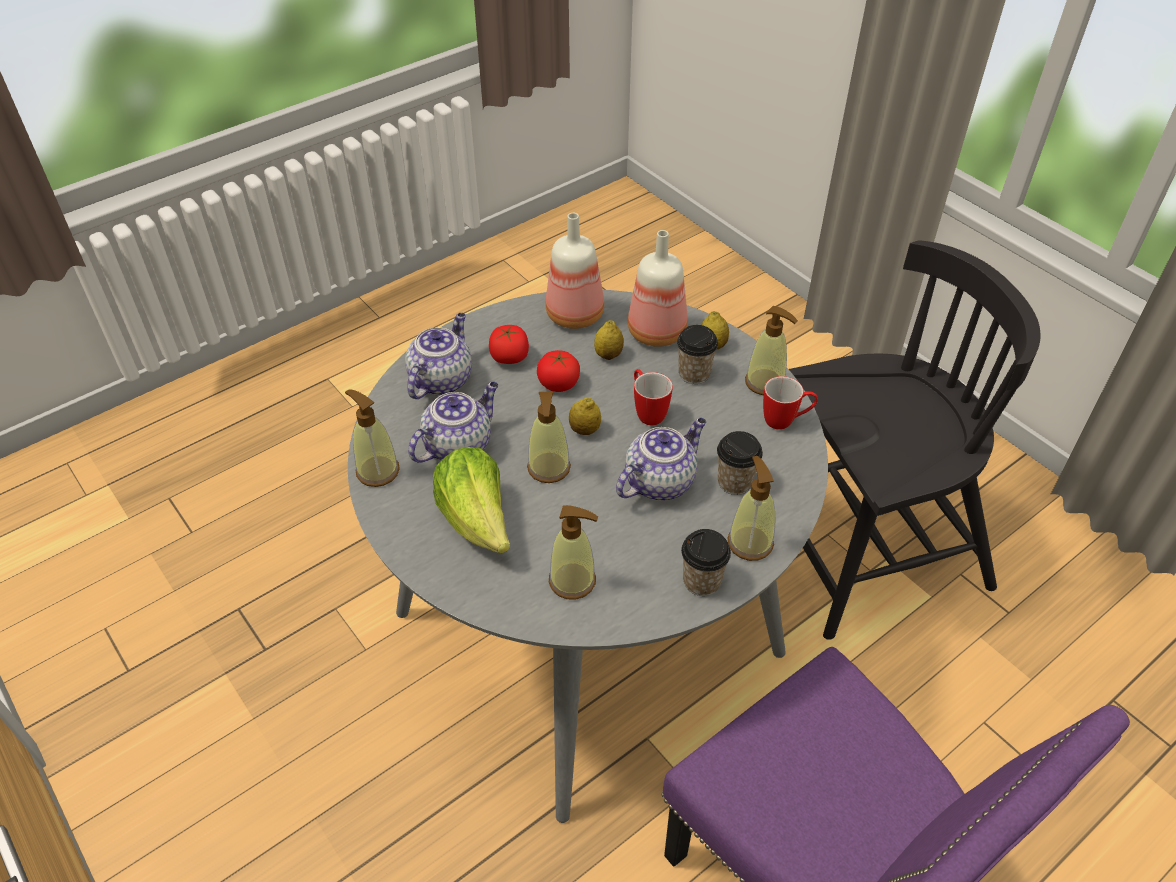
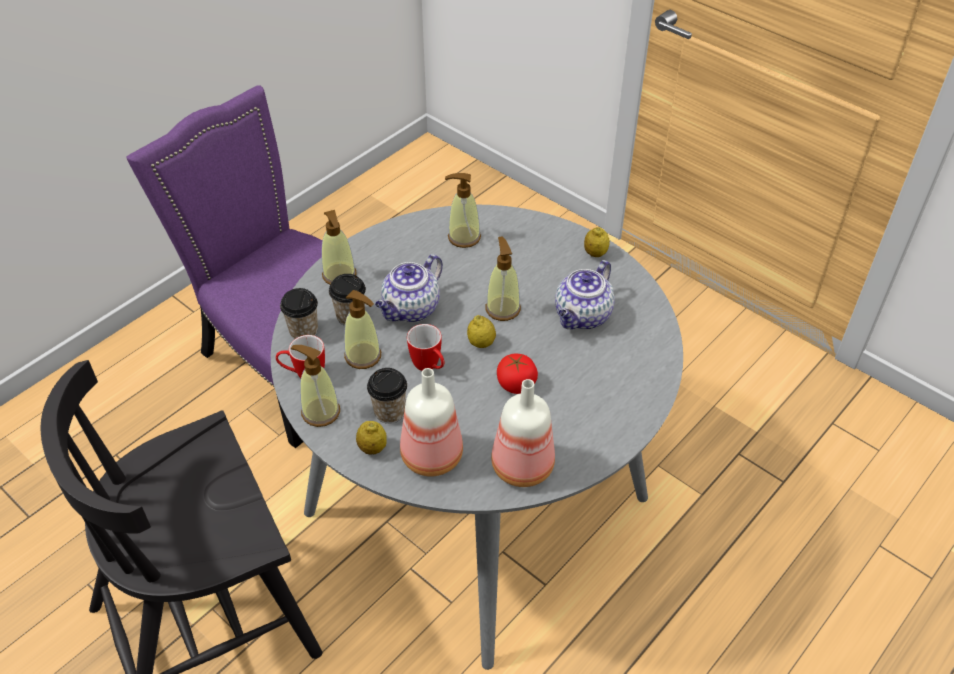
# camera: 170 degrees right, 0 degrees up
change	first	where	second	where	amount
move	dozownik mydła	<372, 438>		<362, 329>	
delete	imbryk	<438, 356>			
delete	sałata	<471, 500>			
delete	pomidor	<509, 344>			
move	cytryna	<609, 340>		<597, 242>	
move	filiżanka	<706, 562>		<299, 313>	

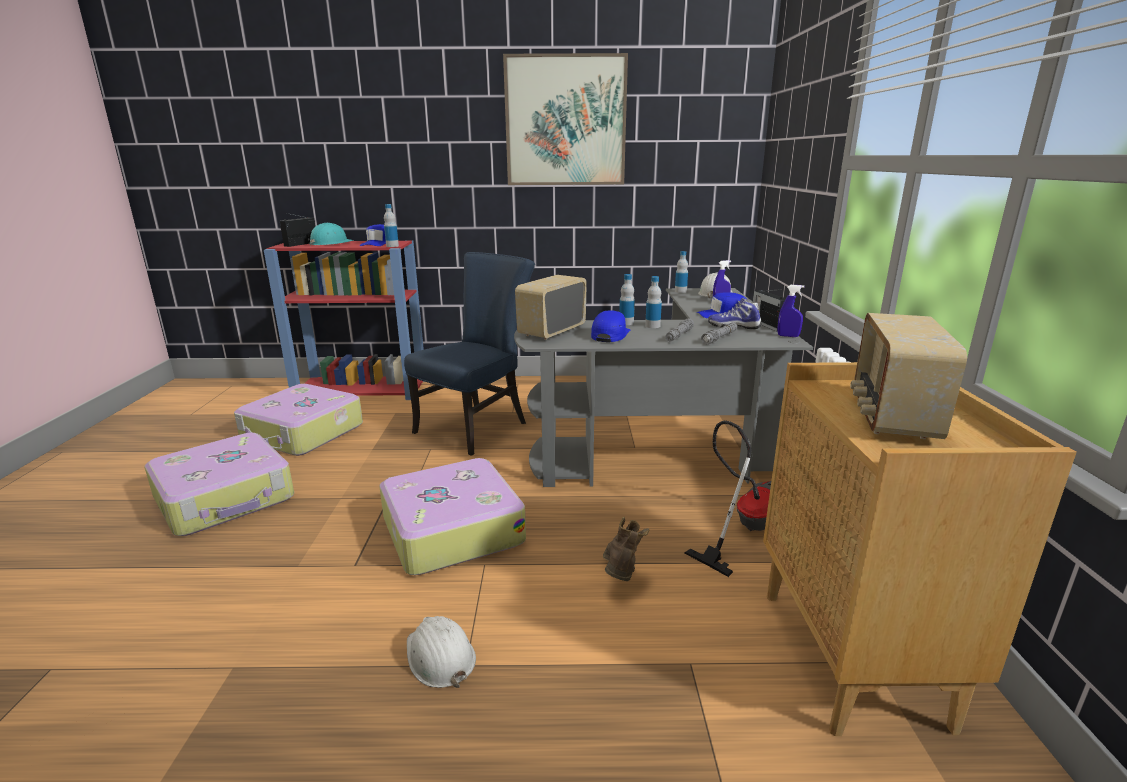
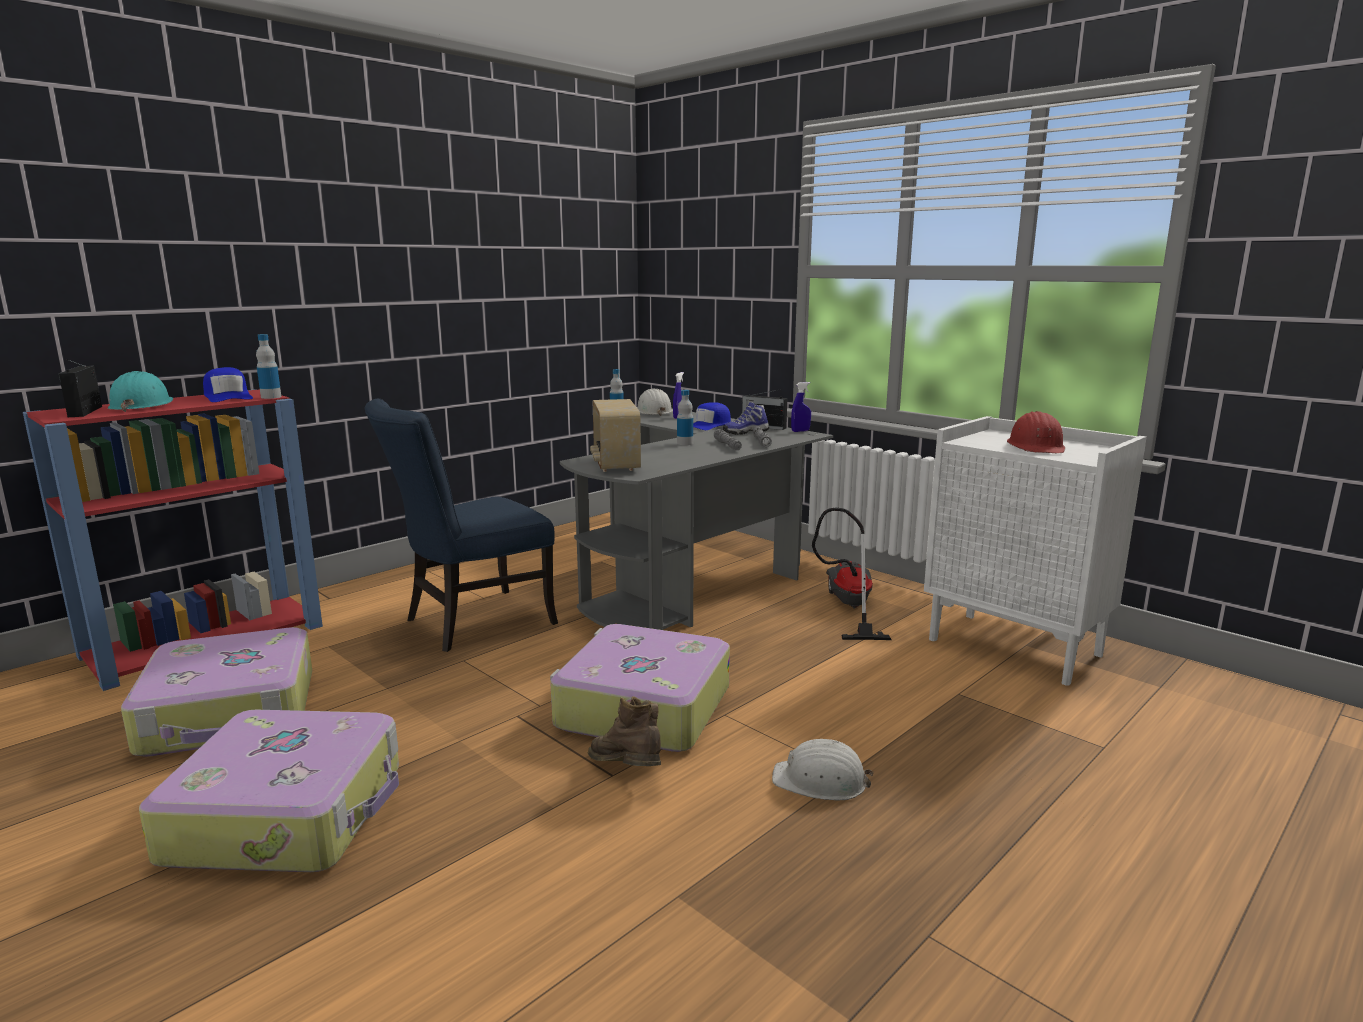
# camera: 45 degrees left, 5 degrees down
change	first	where	second	where	amount
rotate	krzesło (niebieski)	<469, 354>		<461, 525>	120 degrees counterclockwise
delete	obraz	<565, 119>			
delete	czapka z daszkiem (niebieski)	<610, 326>			
move	but z cholewką (brązowy)	<626, 549>		<624, 731>	
delete	butelka	<627, 299>			
recolor	szafka (brązowy)	<920, 549>	szafka (biały)	<1035, 551>	
replace	radio	<908, 376>	kask (czerwony)	<1036, 432>	

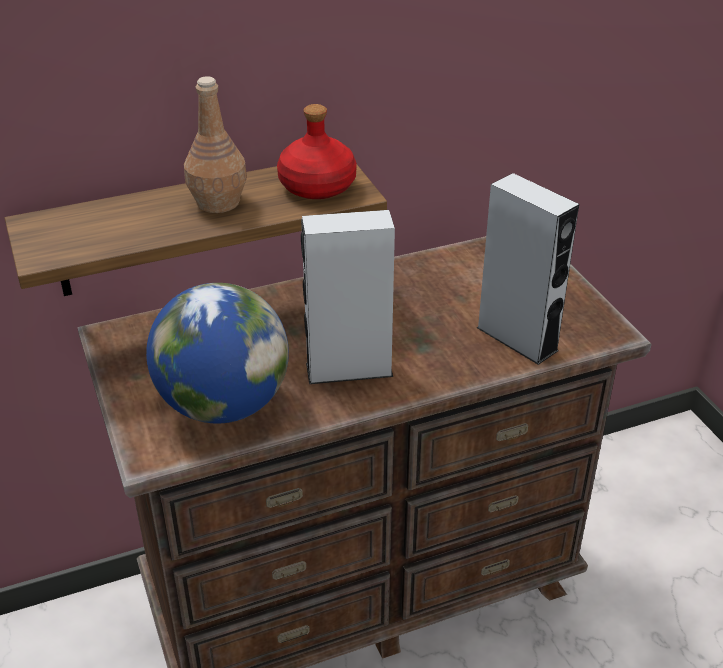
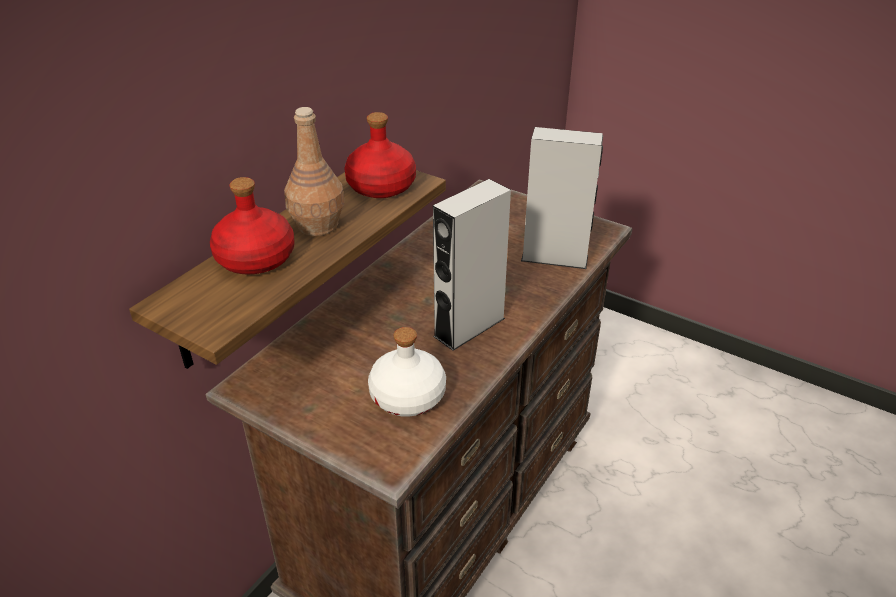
# camera: 35 degrees left, 0 degrees up
change	first	where	second	where	amount
replace	globus	<217, 353>	butelka (biały)	<407, 372>	
insert			butelka (czerwony)	<252, 225>	

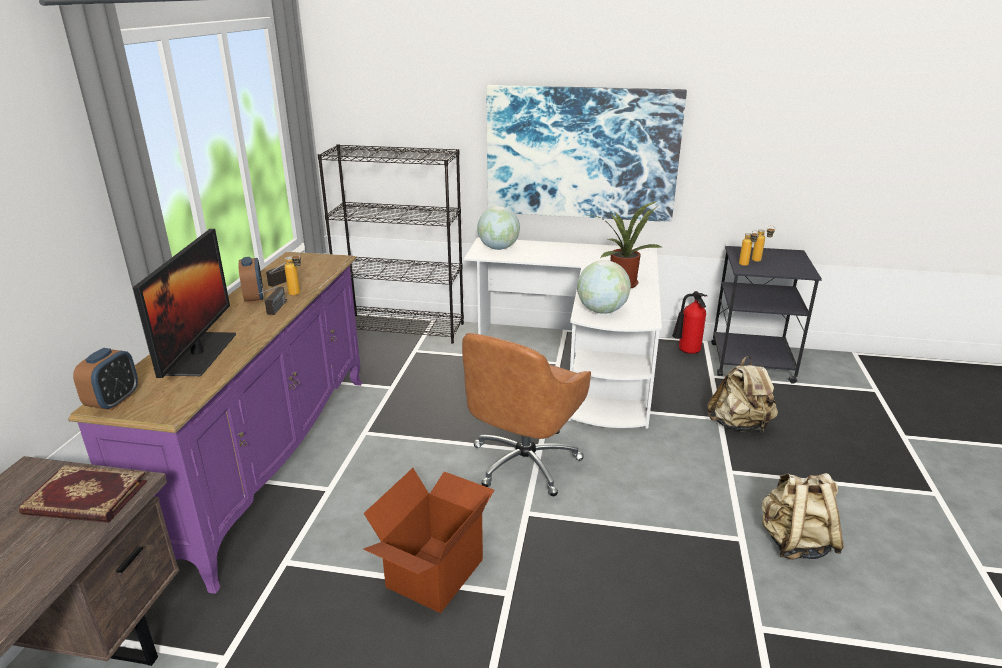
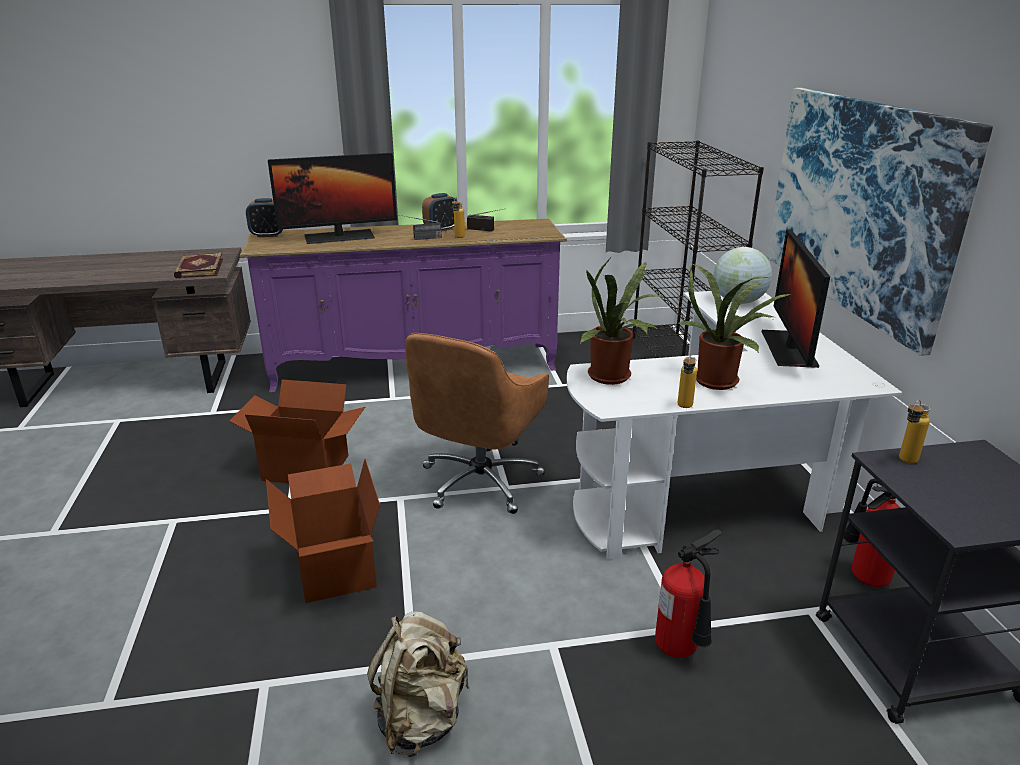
# camera: 70 degrees right, 0 degrees up
change	first	where	second	where	amount
rotate	krzesło biurowe (brązowy)	<526, 414>		<477, 423>	75 degrees counterclockwise
replace	globus	<604, 287>	roślina doniczkowa	<622, 321>	
replace	plecak (beżowy)	<742, 394>	gaśnica	<688, 594>	
move	butelka	<763, 243>		<687, 381>	
insert			karton	<323, 531>	
insert			monitor	<796, 299>	

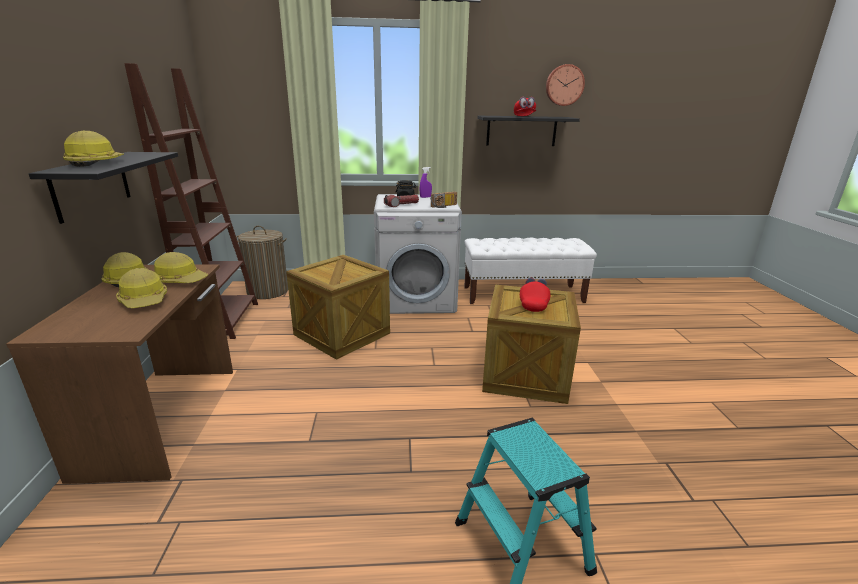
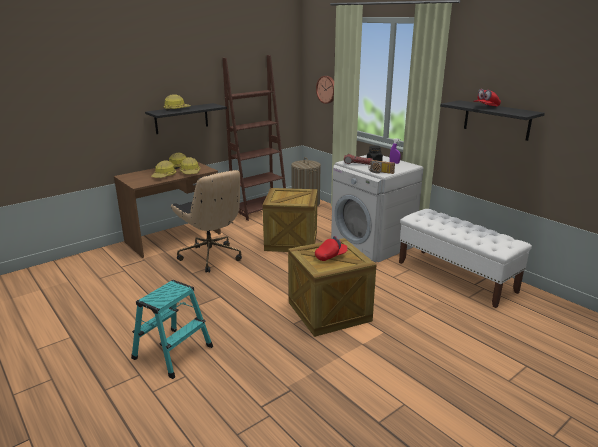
# camera: 55 degrees right, 0 degrees up
change	first	where	second	where	amount
move	zegar ścienny	<565, 85>		<325, 90>	
insert			krzesło biurowe (czarny)	<206, 221>	

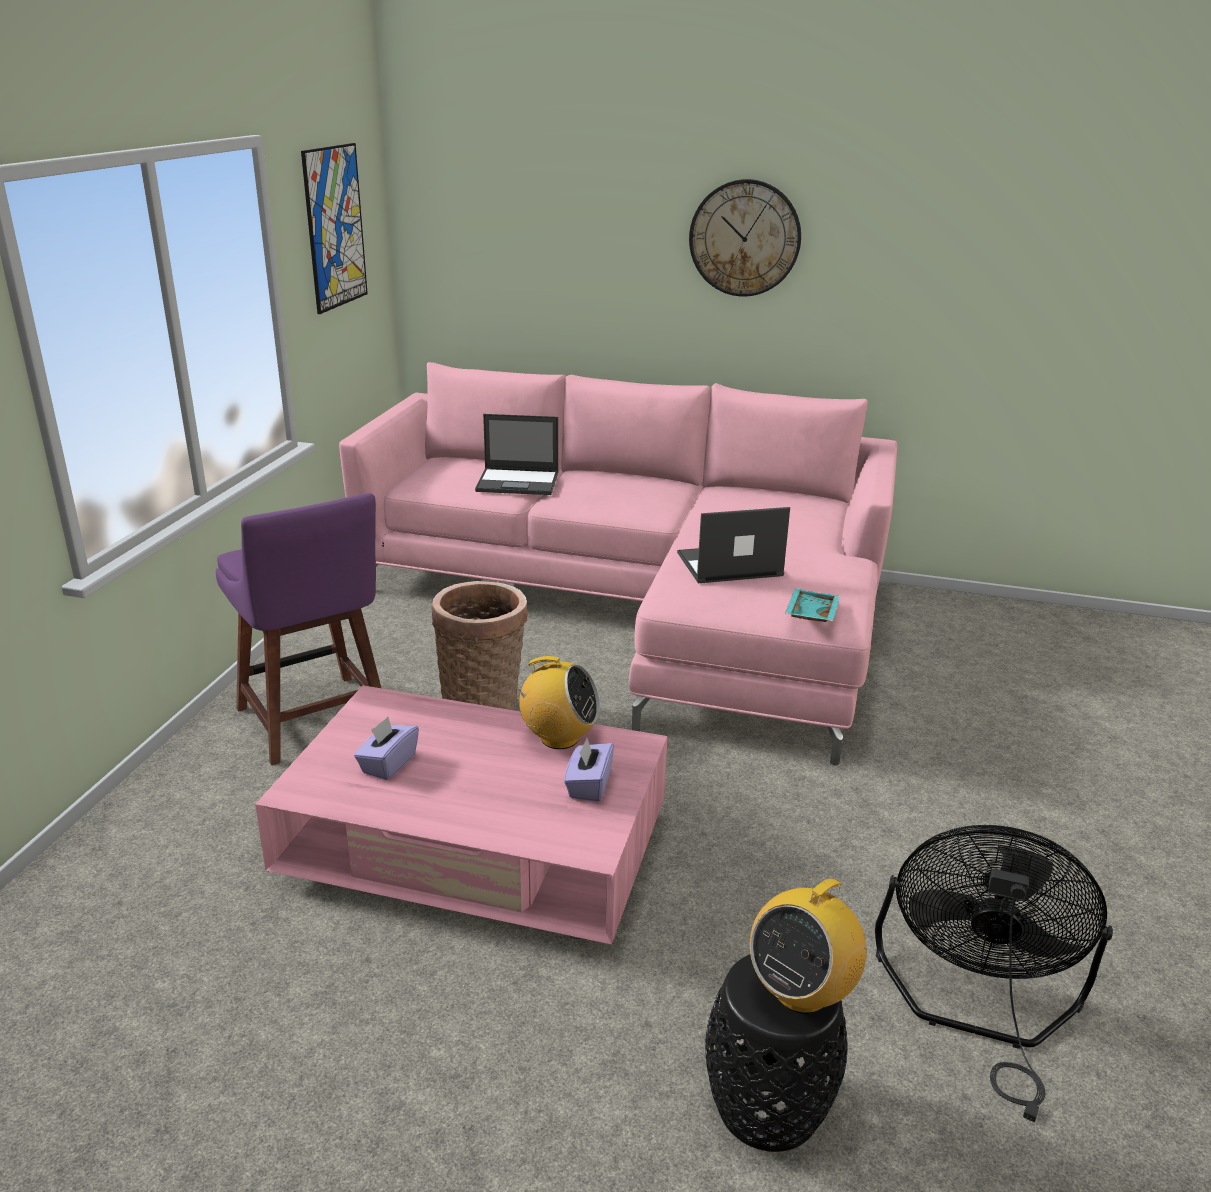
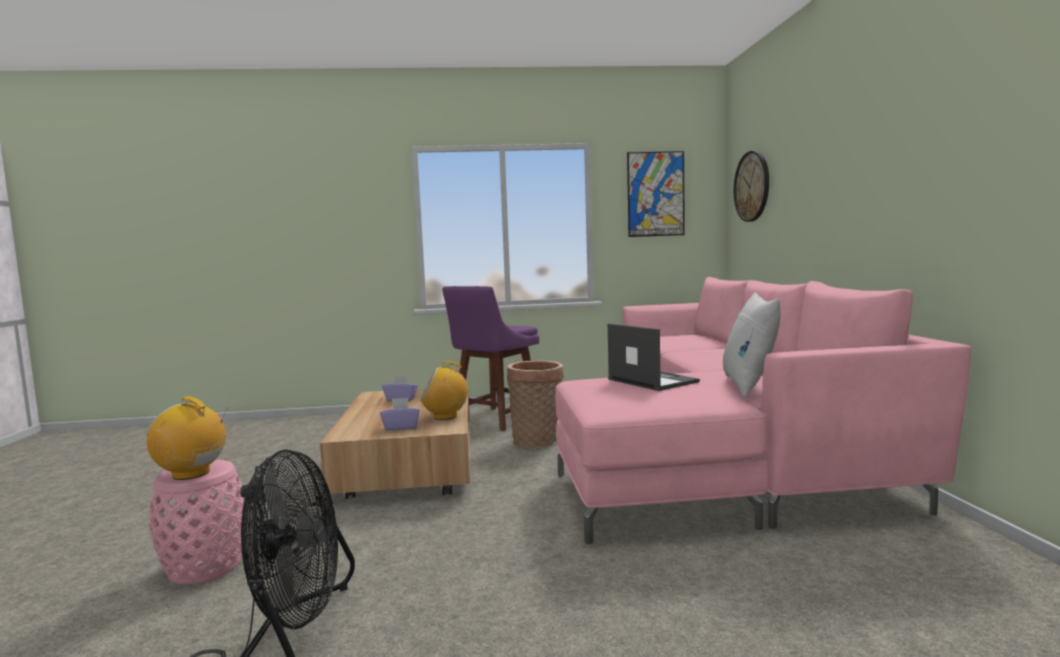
# camera: 70 degrees right, 20 degrees down
change	first	where	second	where	amount
recolor	ława (różowy)	<461, 814>	ława (brązowy)	<395, 443>	
delete	laptop	<516, 454>			
rotate	radio	<555, 702>		<444, 390>	90 degrees clockwise
move	zegar ścienny	<745, 237>		<751, 186>	
recolor	stołek (czarny)	<776, 1053>	stołek (różowy)	<198, 522>	
delete	taca (turkusowy)	<812, 605>			
insert			poduszka (szary)	<752, 344>	

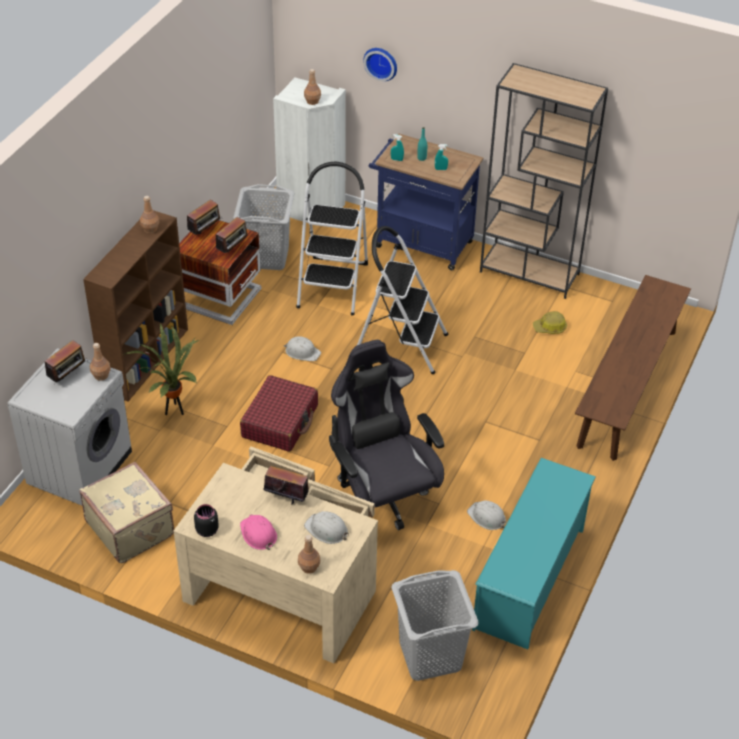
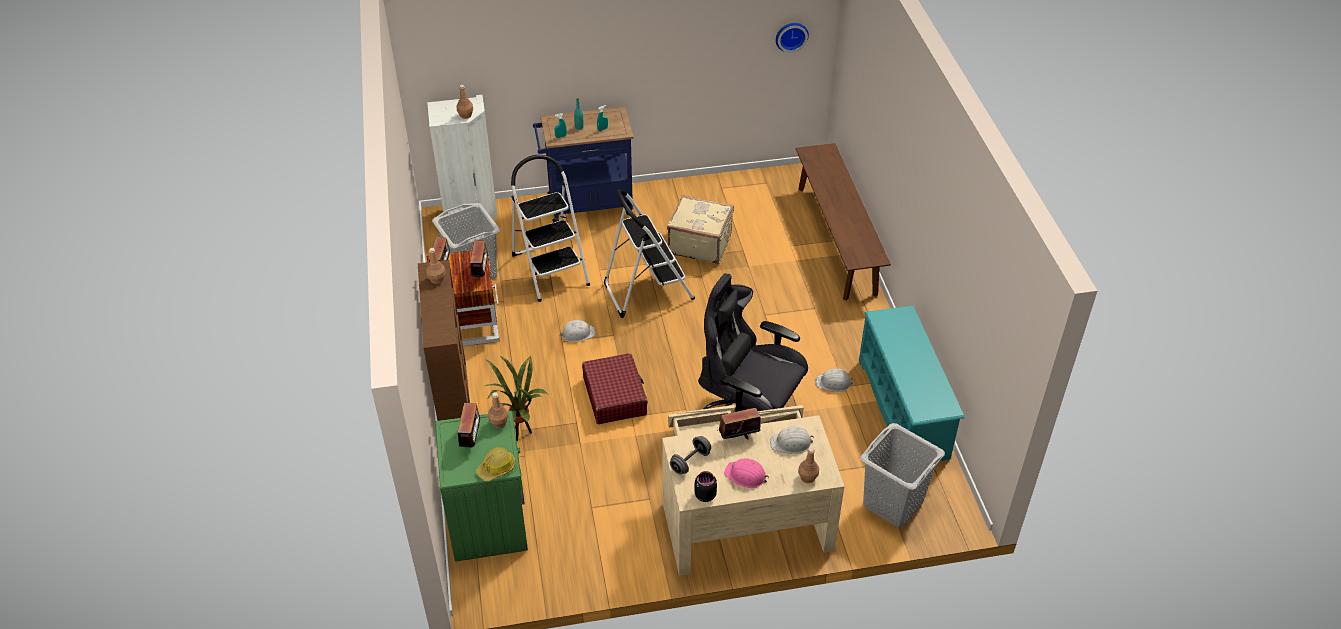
# camera: 35 degrees left, 0 degrees up
change	first	where	second	where	amount
recolor	pralka (biały)	<69, 427>	pralka (zielony)	<481, 486>	
move	walizka (beżowy)	<126, 512>		<700, 229>	
move	zegar ścienny	<380, 64>		<792, 38>	
delete	regał	<544, 181>			
move	kask	<550, 322>		<495, 464>	
insert			hantel (szary)	<690, 455>	

